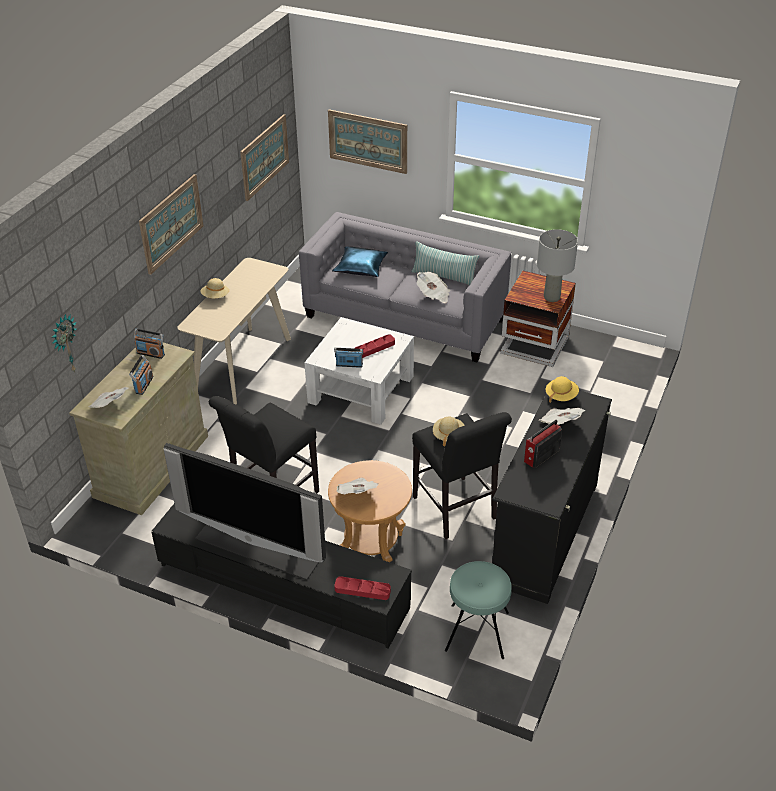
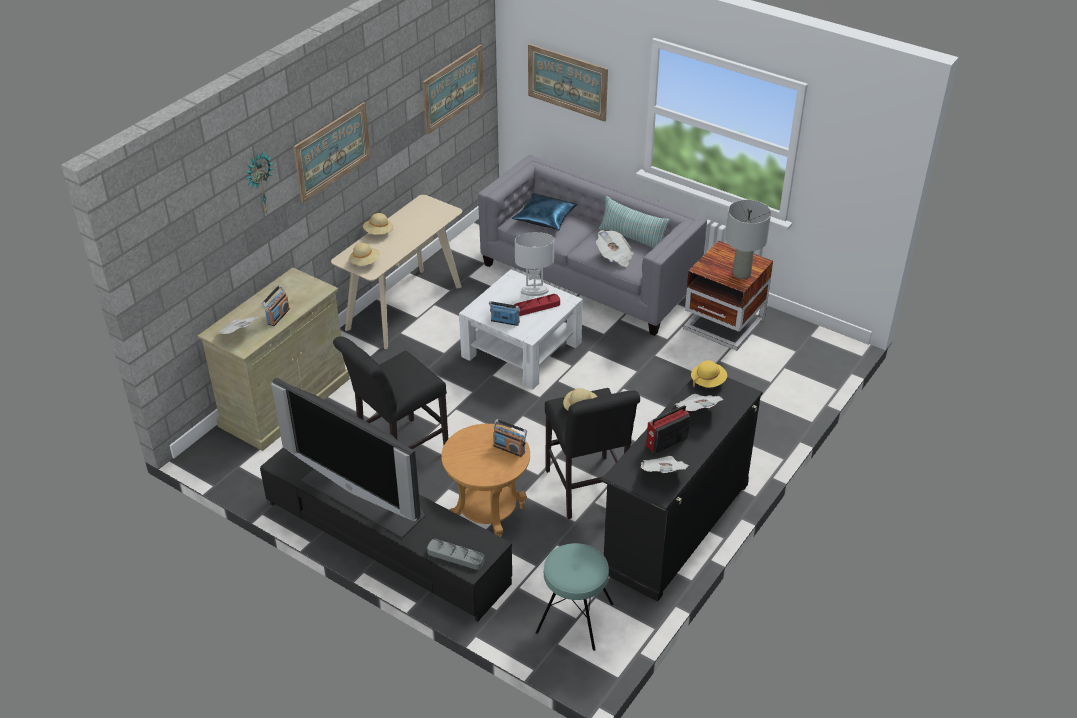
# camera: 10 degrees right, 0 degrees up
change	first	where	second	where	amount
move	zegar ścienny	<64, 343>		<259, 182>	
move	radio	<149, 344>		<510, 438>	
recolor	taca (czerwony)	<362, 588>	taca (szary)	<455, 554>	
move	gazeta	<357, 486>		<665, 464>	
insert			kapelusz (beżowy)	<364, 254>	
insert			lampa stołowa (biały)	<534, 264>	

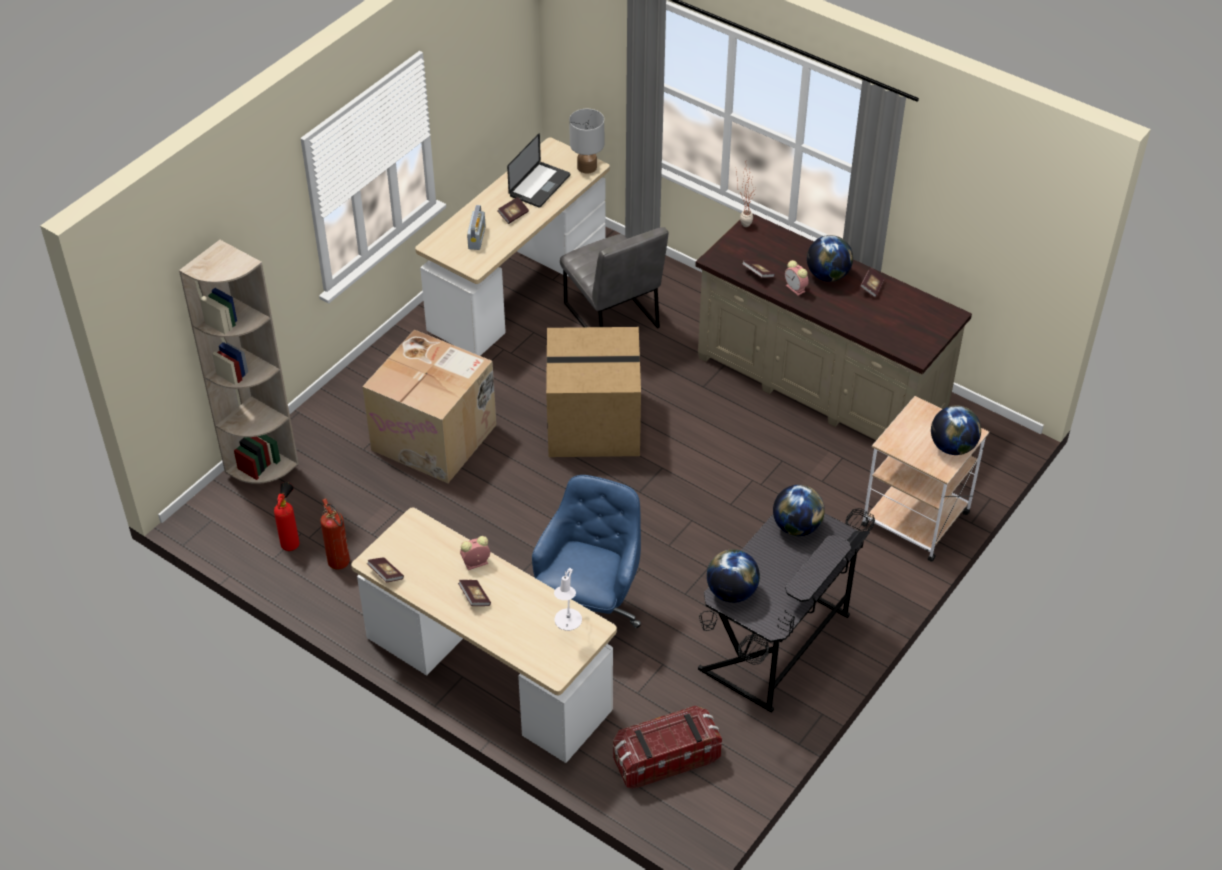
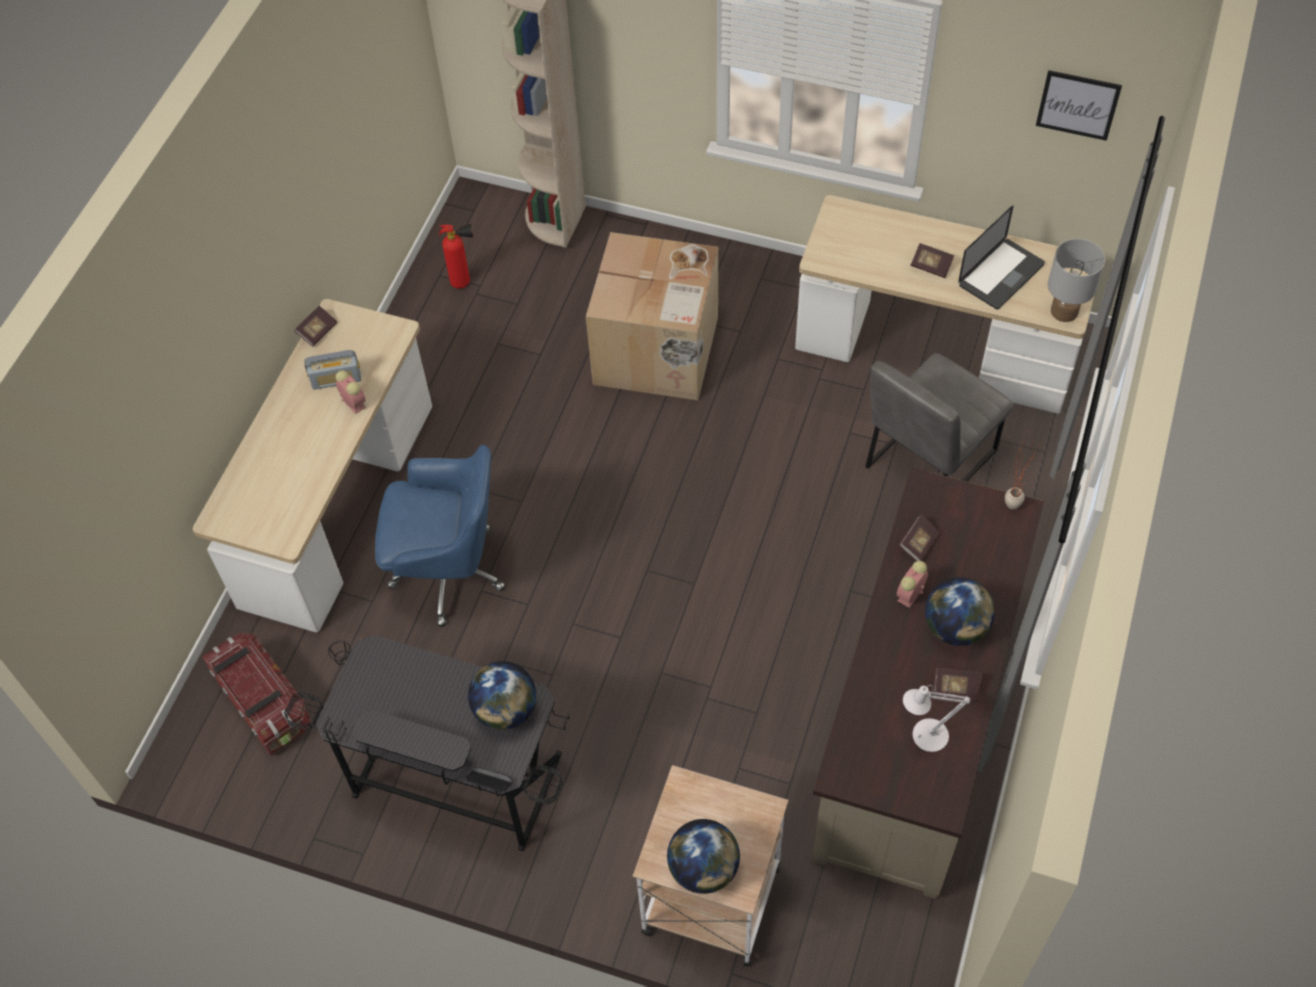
# camera: 75 degrees right, 10 degrees up
change	first	where	second	where	amount
delete	gaśnica	<335, 534>			
delete	książka	<474, 593>			
move	radio	<476, 227>		<332, 370>	
rotate	laptop	<538, 171>		<1001, 258>	60 degrees counterclockwise
delete	karton	<593, 392>			
move	lampa stołowa (biały)	<568, 599>		<937, 718>	
delete	globus	<733, 576>			
insert			obraz	<1079, 105>	

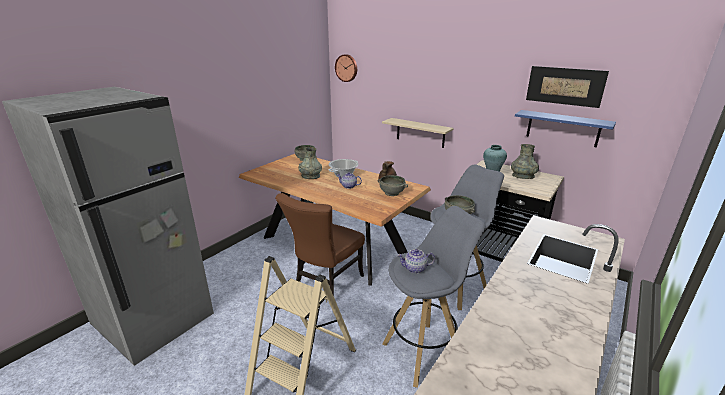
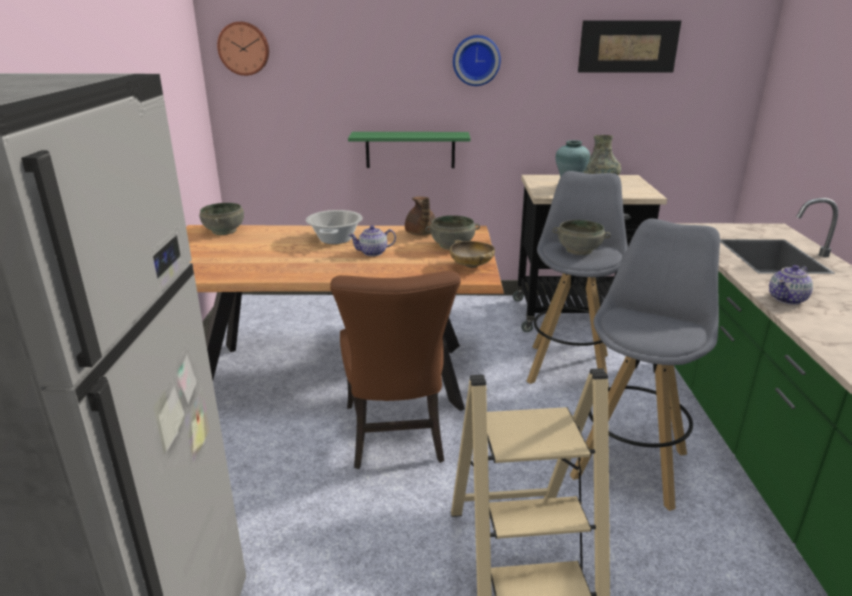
# camera: 35 degrees left, 0 degrees up
change	first	where	second	where	amount
delete	wazon (szary)	<310, 163>			
recolor	półka (beżowy)	<418, 133>	półka (zielony)	<409, 150>	
move	imbryk	<416, 261>		<791, 285>	
delete	półka (niebieski)	<565, 128>			
insert			miska (beżowy)	<472, 254>	
insert			zegar ścienny	<477, 60>	

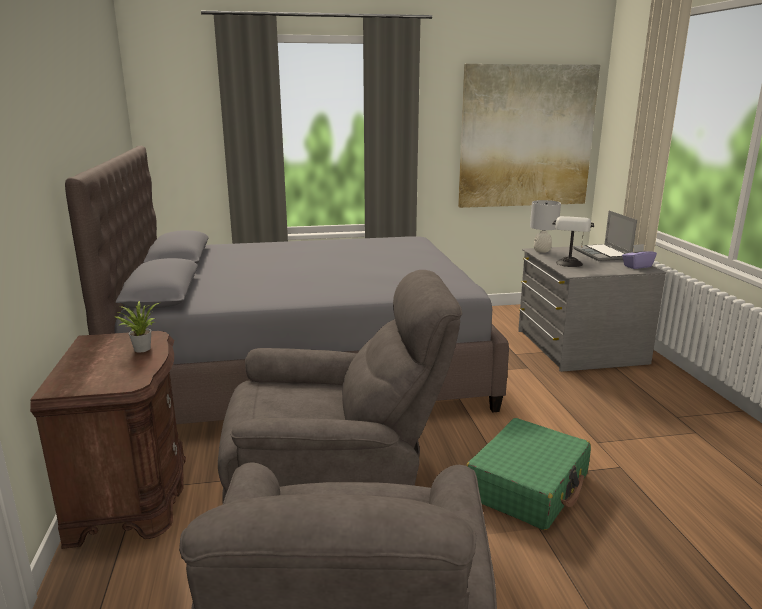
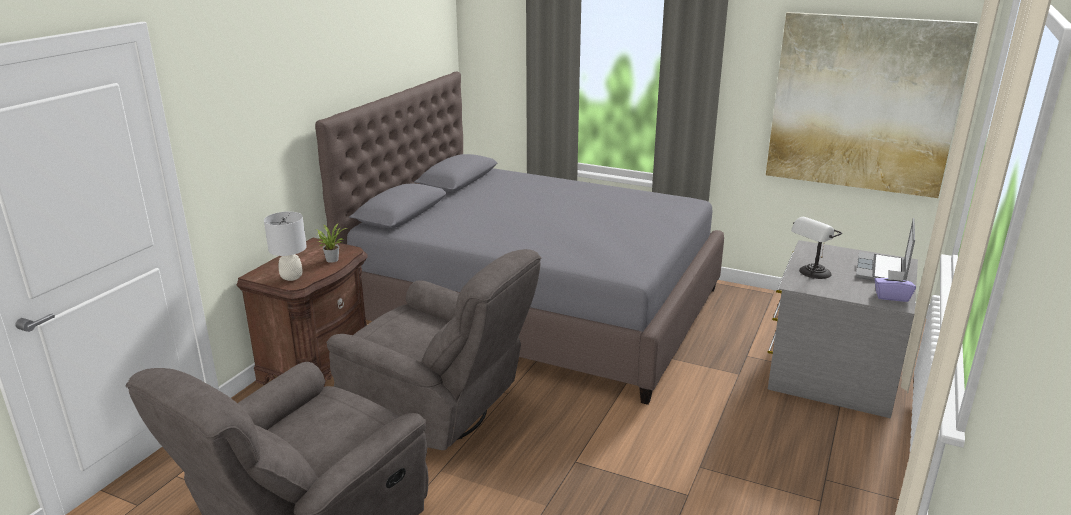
# camera: 35 degrees right, 5 degrees up
change	first	where	second	where	amount
delete	walizka (zielony)	<528, 474>			
move	lampa stołowa (szary)	<545, 226>		<285, 246>	

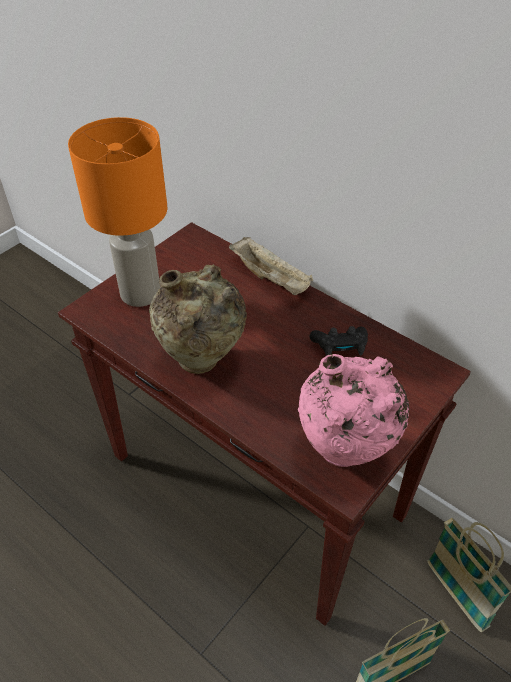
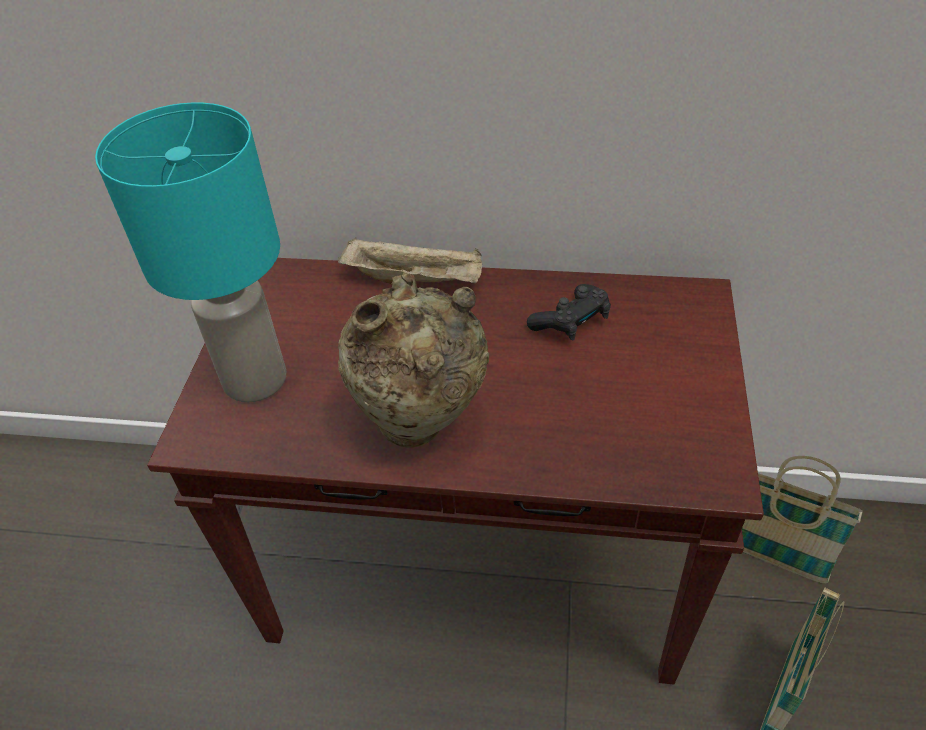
# camera: 30 degrees left, 0 degrees up
change	first	where	second	where	amount
recolor	lampa stołowa (pomarańczowy)	<117, 212>	lampa stołowa (turkusowy)	<191, 252>	
delete	wazon (różowy)	<353, 410>			

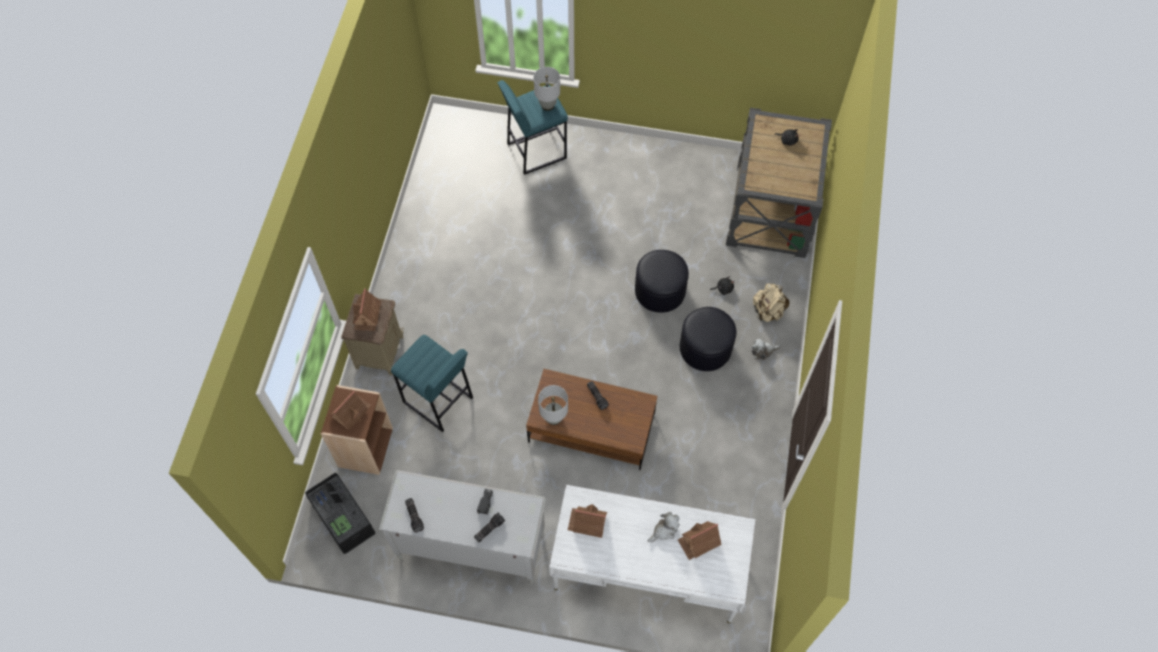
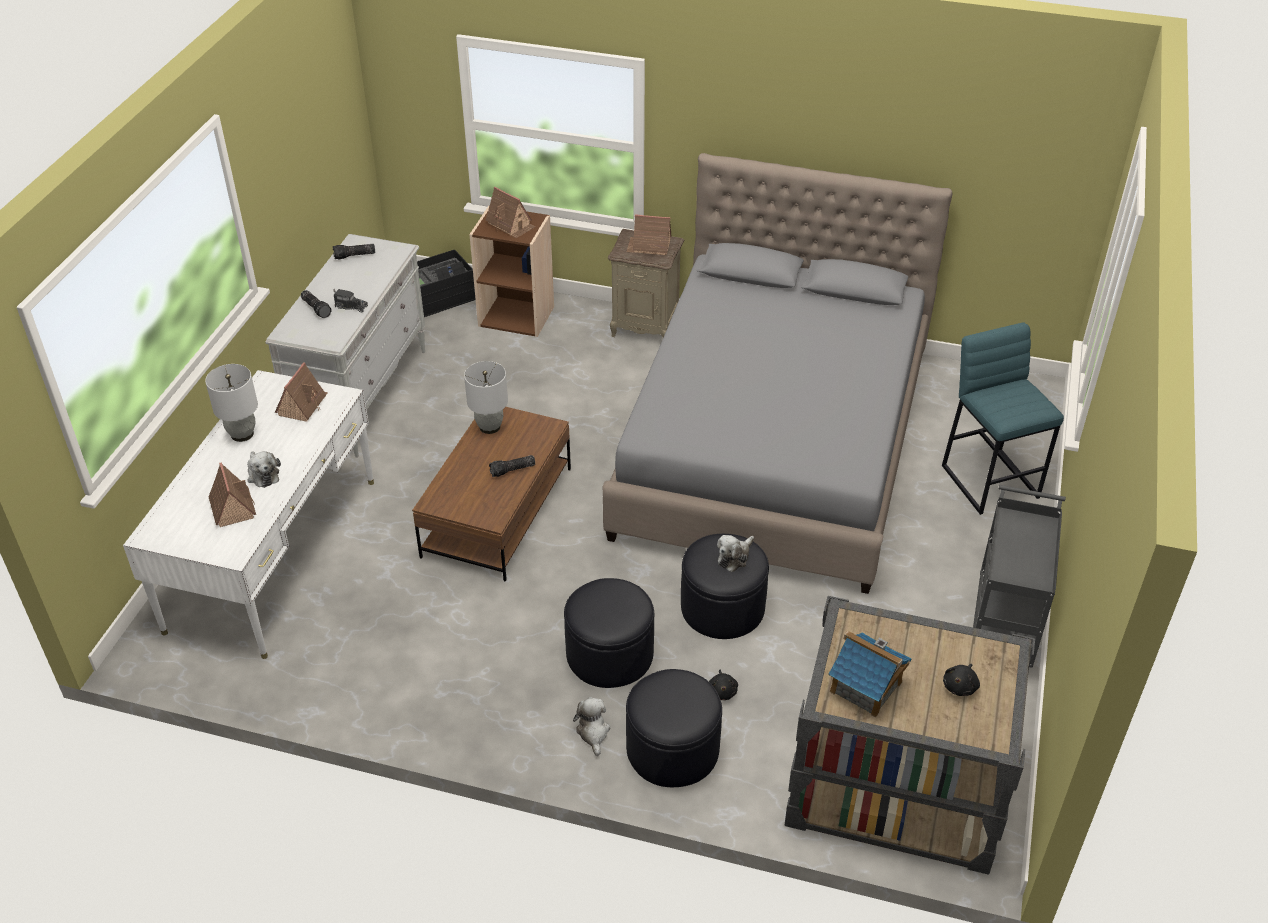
# camera: 95 degrees right, 20 degrees down
change	first	where	second	where	amount
delete	stołek (turkusowy)	<432, 383>			
move	lampa stołowa (biały)	<547, 89>		<231, 403>	
replace	plecak (beżowy)	<771, 302>	pufa (czarny)	<674, 728>	
insert			łóżko (szary)	<777, 373>	
insert			pluszak	<735, 553>	
insert			domek	<870, 674>	
insert			wózek (szary)	<1019, 576>	

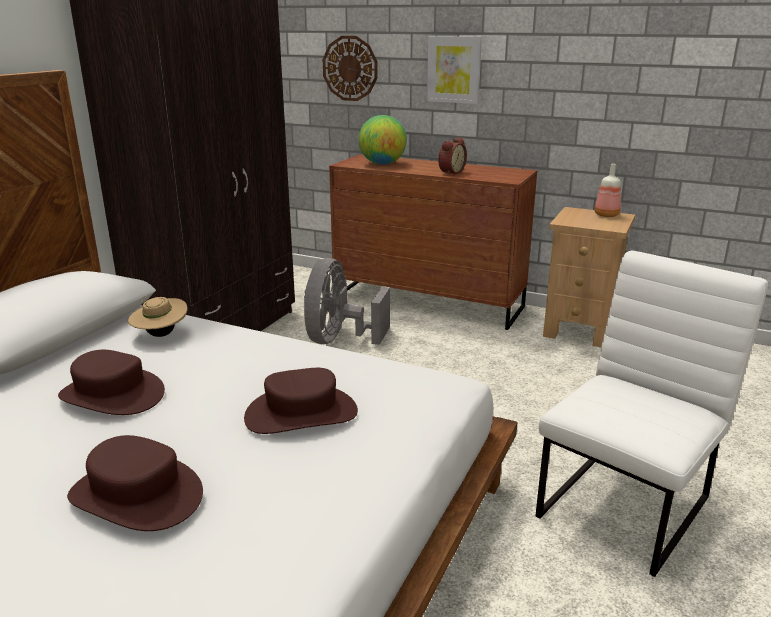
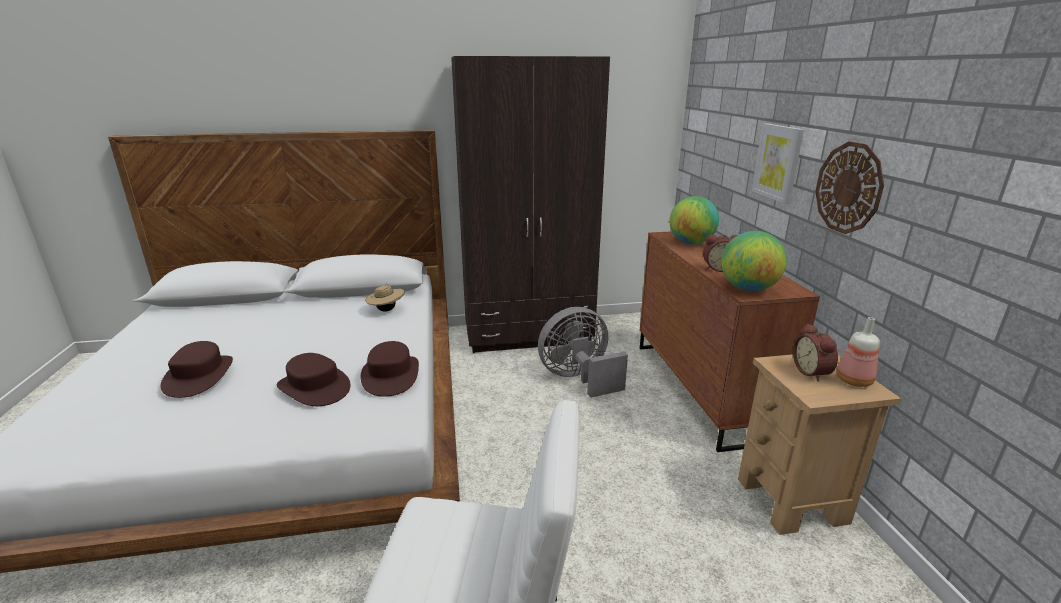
# camera: 55 degrees right, 0 degrees up
change	first	where	second	where	amount
move	kapelusz (brązowy)	<111, 382>		<390, 369>	
move	zegar ścienny	<350, 68>		<849, 187>	
insert			globus	<754, 261>	
insert			budzik	<815, 352>	

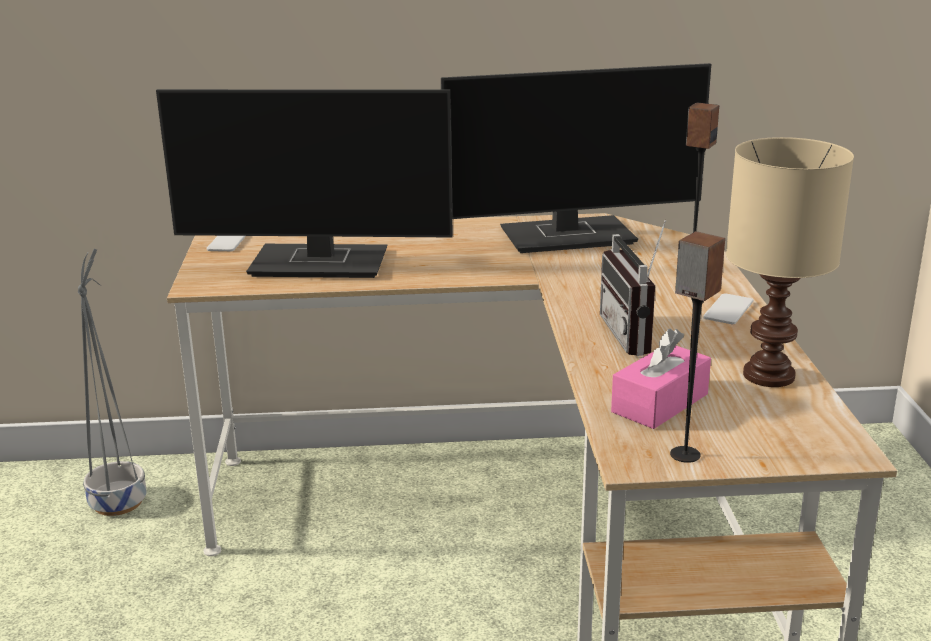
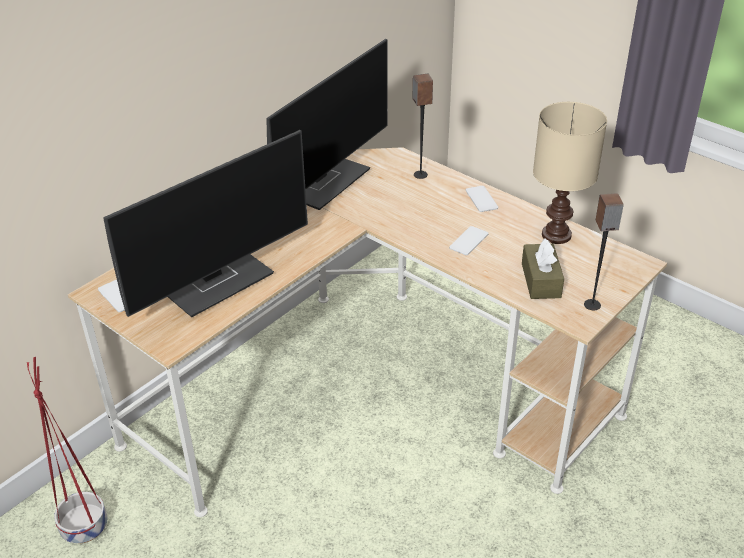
# camera: 45 degrees left, 15 degrees up
change	first	where	second	where	amount
recolor	donica (szary)	<112, 382>	donica (czerwony)	<67, 450>	
replace	radio	<633, 288>	telefon	<469, 240>	
recolor	pudełko chusteczek (różowy)	<661, 379>	pudełko chusteczek (brązowy)	<543, 268>	

